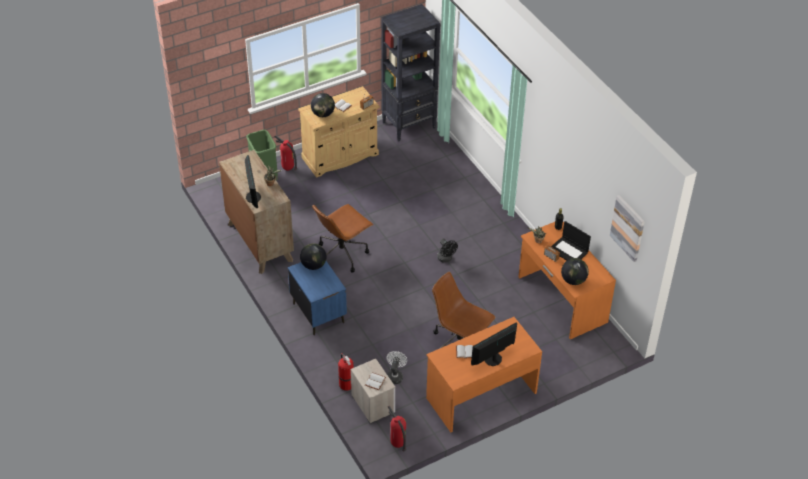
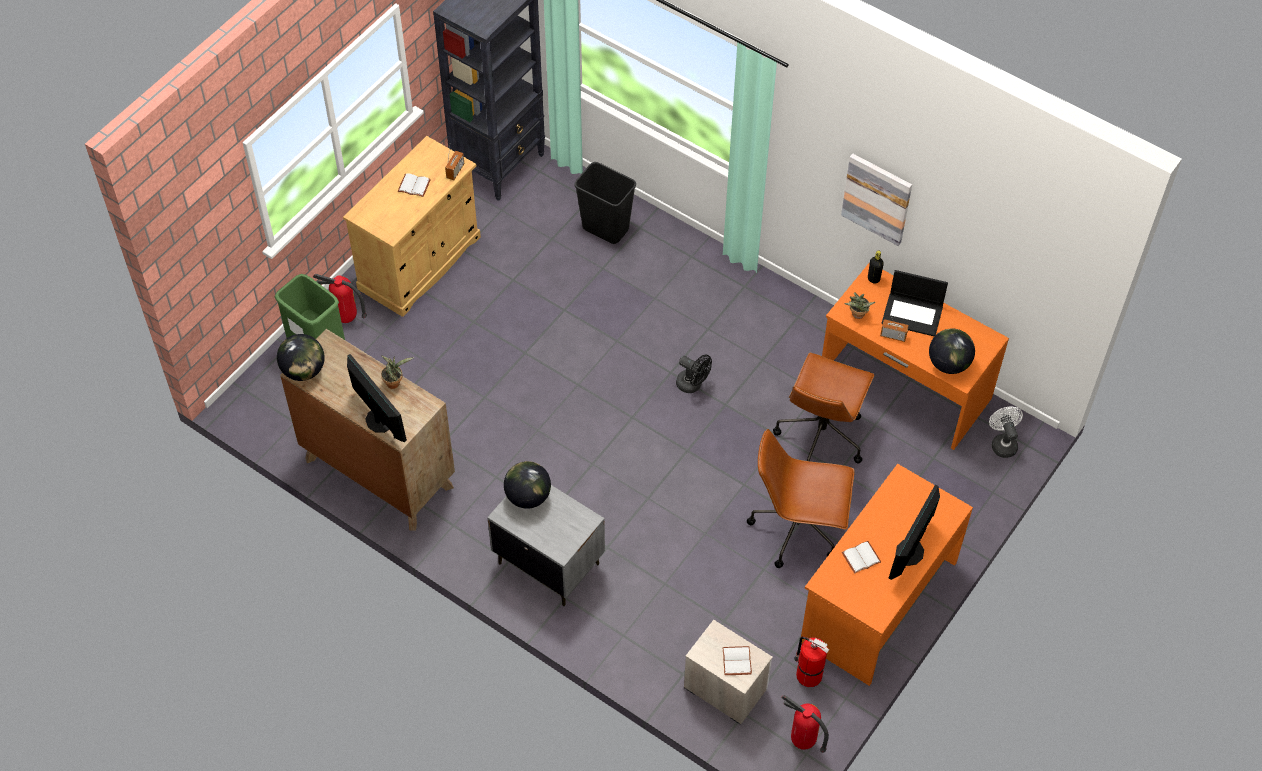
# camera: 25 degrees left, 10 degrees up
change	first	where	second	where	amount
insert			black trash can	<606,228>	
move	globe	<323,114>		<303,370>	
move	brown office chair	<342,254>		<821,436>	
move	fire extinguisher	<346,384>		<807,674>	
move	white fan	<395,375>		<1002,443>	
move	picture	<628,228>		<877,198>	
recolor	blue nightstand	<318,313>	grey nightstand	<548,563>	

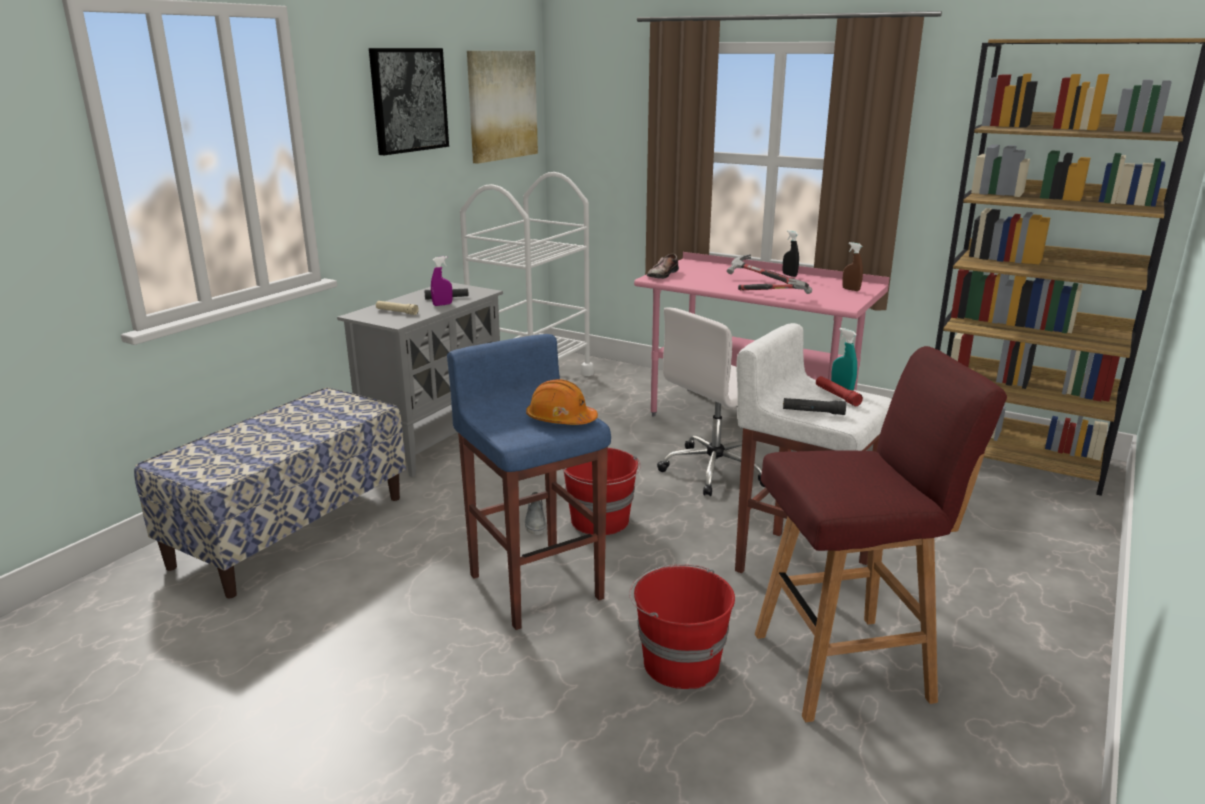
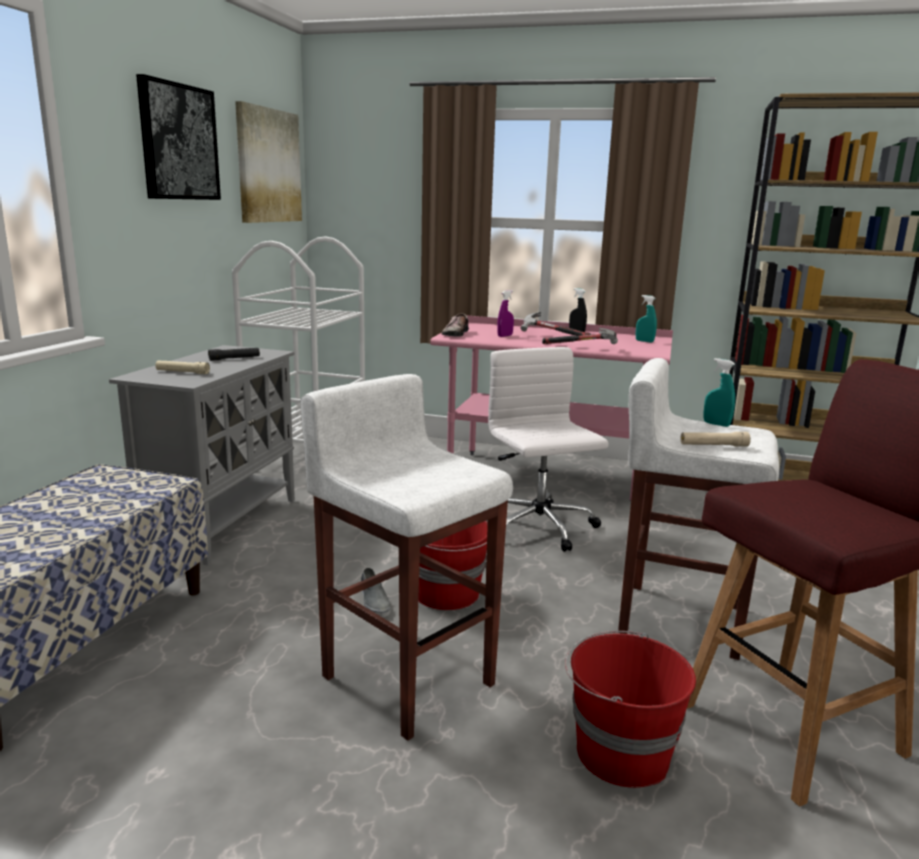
# camera: 15 degrees left, 5 degrees down
change	first	where	second	where	amount
delete	orange hard hat	<561,420>			
delete	red flashlight	<837,396>			
move	purple spray bottle	<442,304>		<505,336>	
recolor	blue stool	<536,585>	white stool	<407,678>	
recolor	black flashlight	<813,412>	beige flashlight	<713,445>	
recolor	brown spray bottle	<851,289>	turquoise spray bottle	<644,341>	
rotate	white office chair	<716,470>		<540,528>	120 degrees clockwise

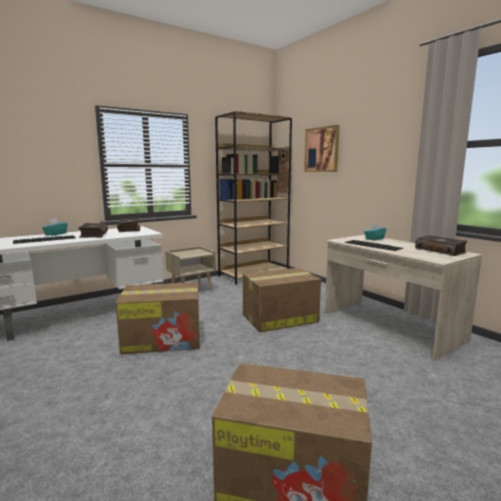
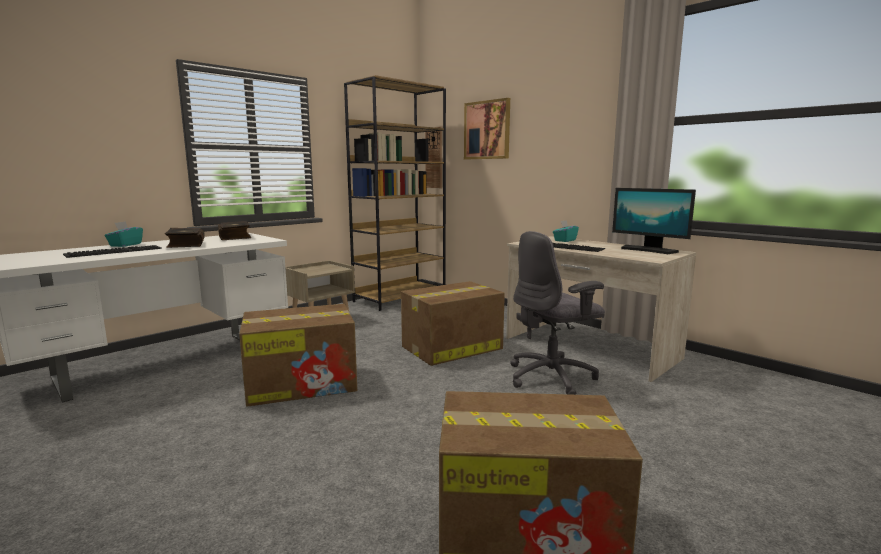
# camera: 10 degrees left, 0 degrees up
change	first	where	second	where	amount
insert			grey office chair	<552,377>	
replace	book	<440,250>	monitor	<648,250>	

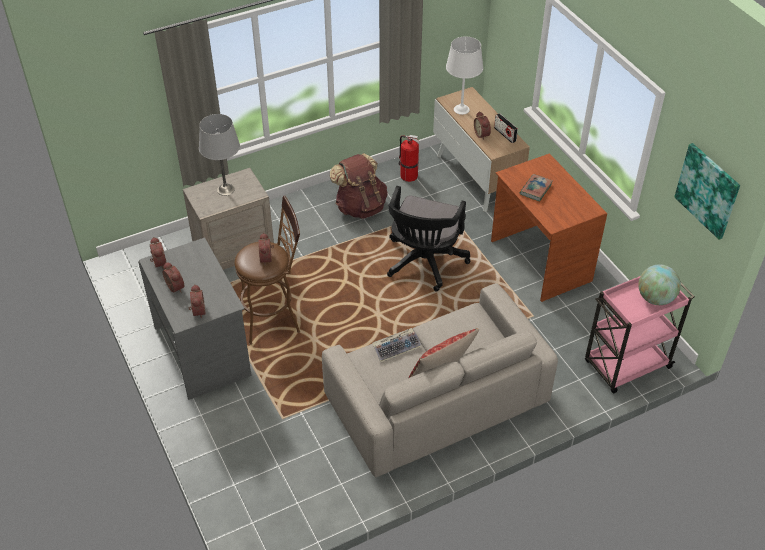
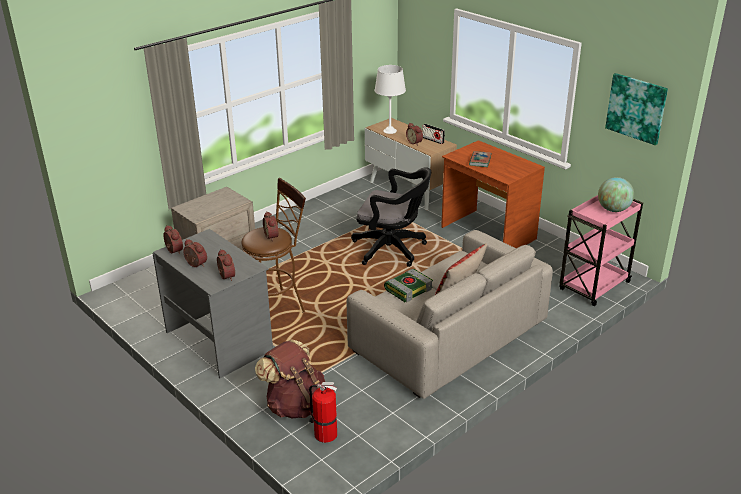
# camera: 15 degrees left, 15 degrees down
change	first	where	second	where	amount
delete	grey table lamp	<225,190>			
move	brown backpack	<360,207>		<295,405>	
move	fire extinguisher	<408,175>		<324,434>	
replace	keyboard	<396,347>	book	<408,289>	
rotate	black office chair	<424,264>		<392,250>	75 degrees counterclockwise

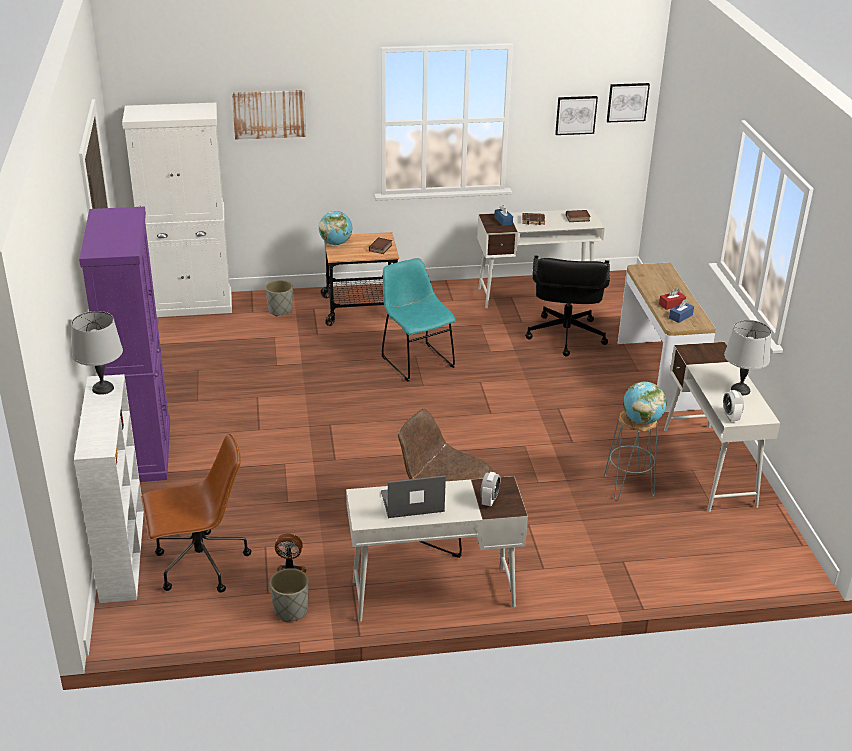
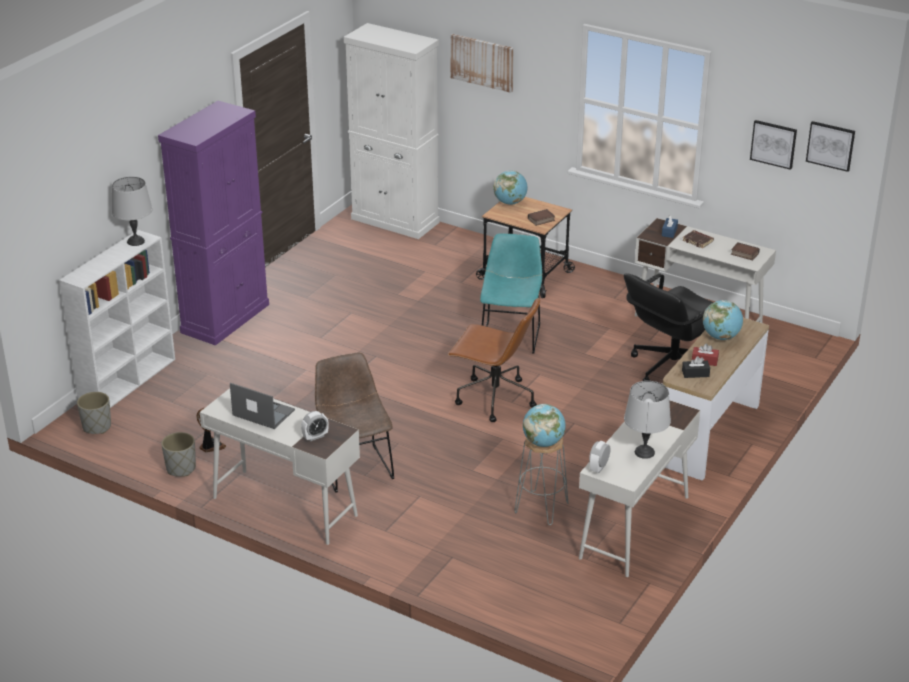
# camera: 40 degrees right, 0 degrees up
change	first	where	second	where	amount
insert			globe	<721,337>	
move	brown office chair	<199,565>		<494,399>	
move	grey planter	<280,310>		<97,427>	
recolor	blue tissue box	<680,316>	black tissue box	<695,373>	

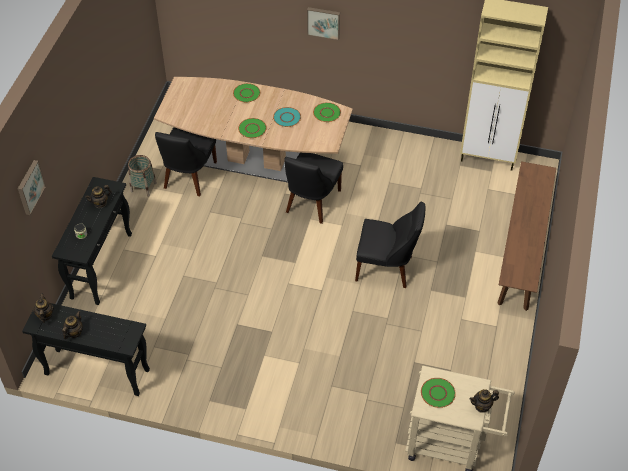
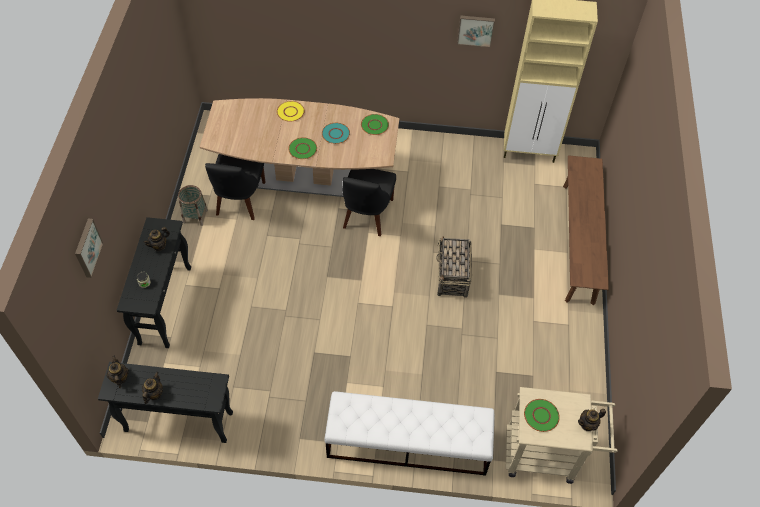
# camera: 10 degrees left, 5 degrees up
change	first	where	second	where	amount
insert			white bench	<407,443>	
move	picture	<323,22>		<475,30>	
replace	black chair	<387,268>	basket	<452,276>	
recolor	green plate	<246,93>	yellow plate	<290,112>	

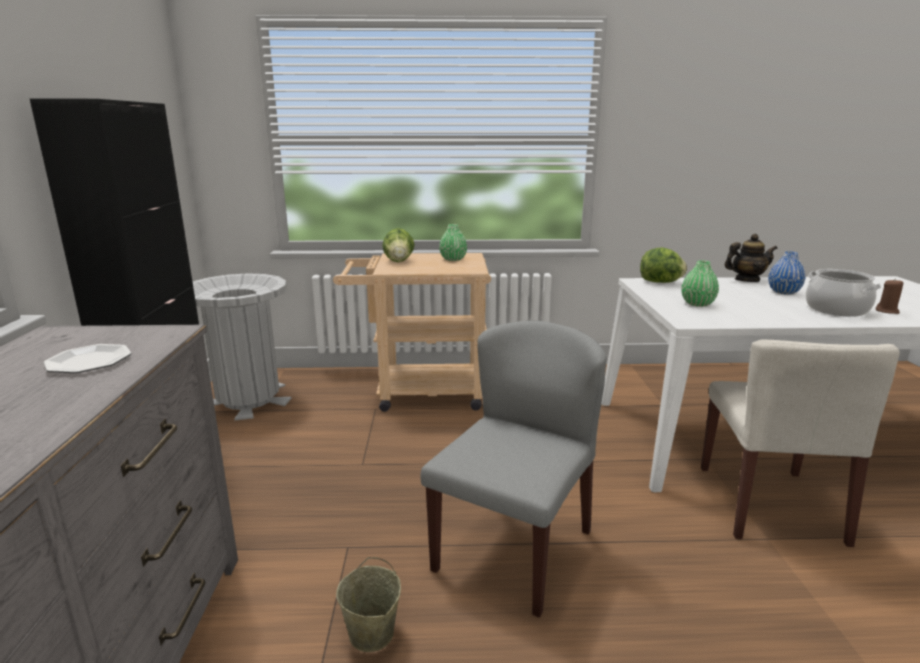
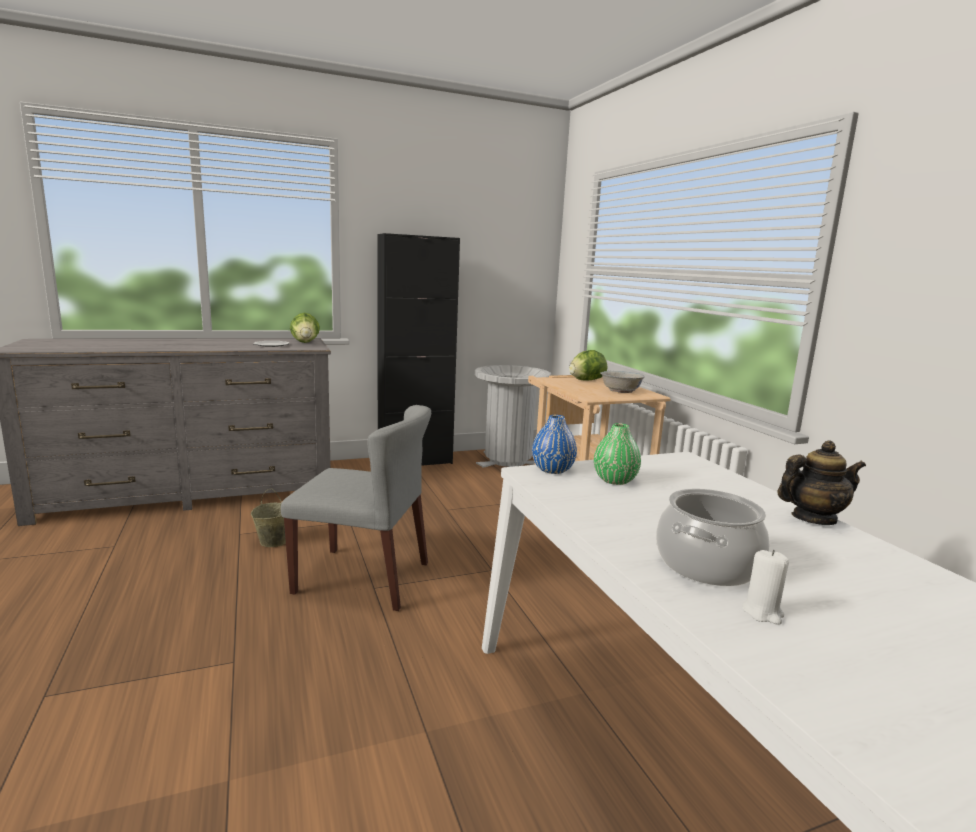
# camera: 70 degrees right, 5 degrees down
change	first	where	second	where	amount
delete	beige chair	<770,504>			
move	lettuce	<661,282>		<305,342>	
move	blue vase	<783,292>		<552,470>	
replace	green vase	<453,259>	white bowl	<620,391>	
recolor	brown candle	<887,311>	white candle	<762,612>	
rotate	teapot	<746,280>		<813,518>	75 degrees counterclockwise

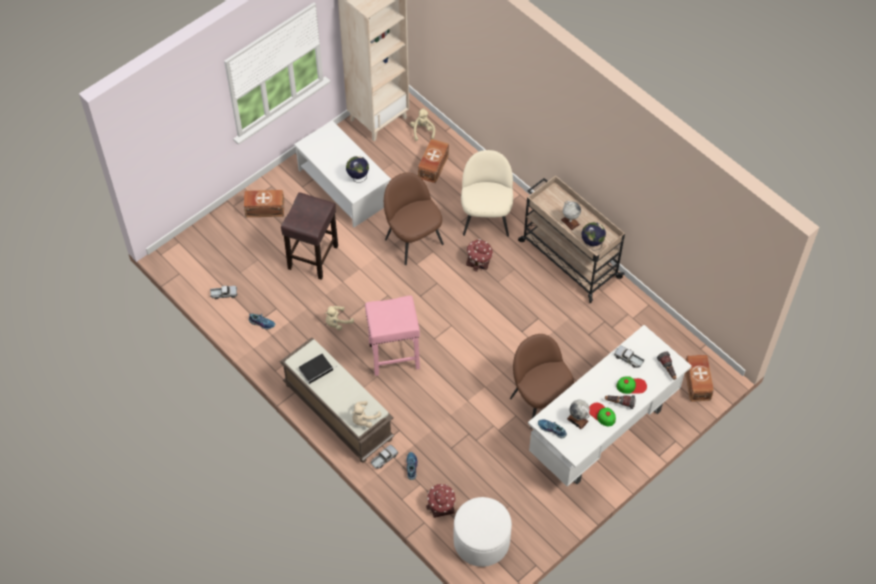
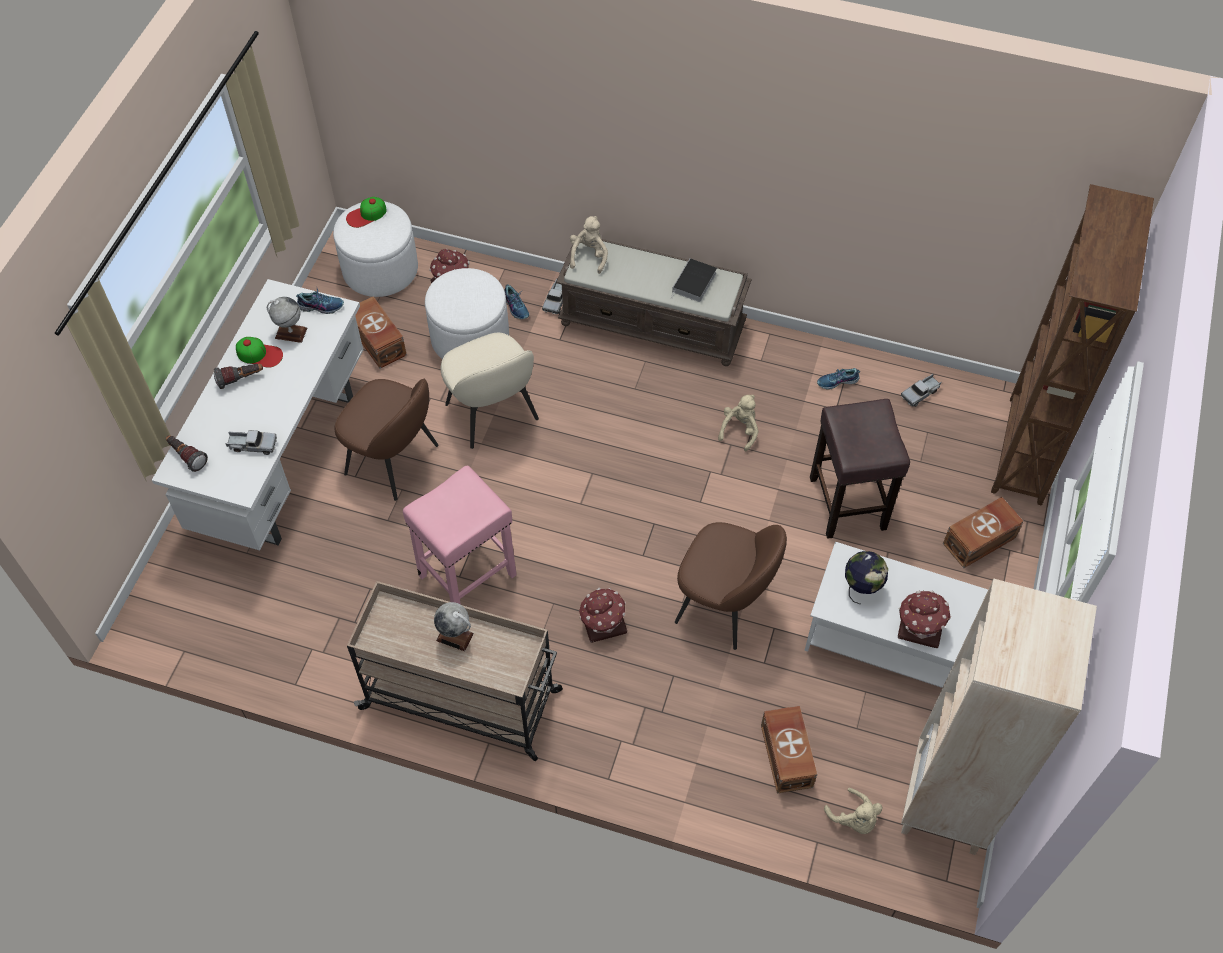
# camera: 150 degrees right, 0 degrees up
change	first	where	second	where	amount
delete	globe	<591,244>			
insert			white ottoman	<470,338>	
insert			toy house	<919,627>	
insert			brown bookcase	<1023,451>	
move	pink stool	<393,356>		<468,574>	
move	beige chair	<486,219>		<493,414>	
move	cap	<631,386>		<366,215>	
move	brown storage box	<697,382>		<378,342>	

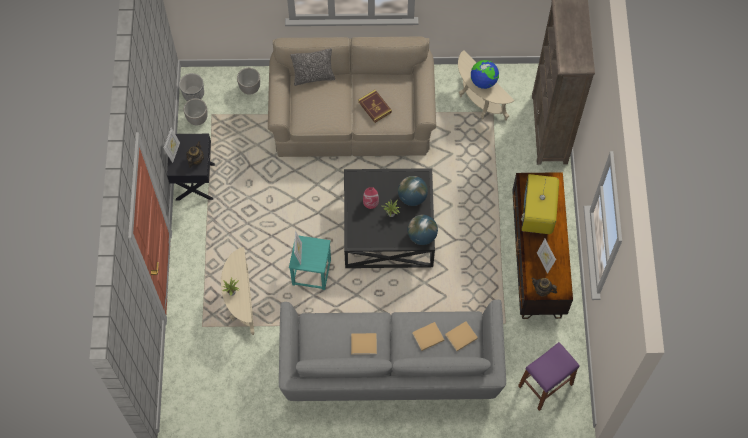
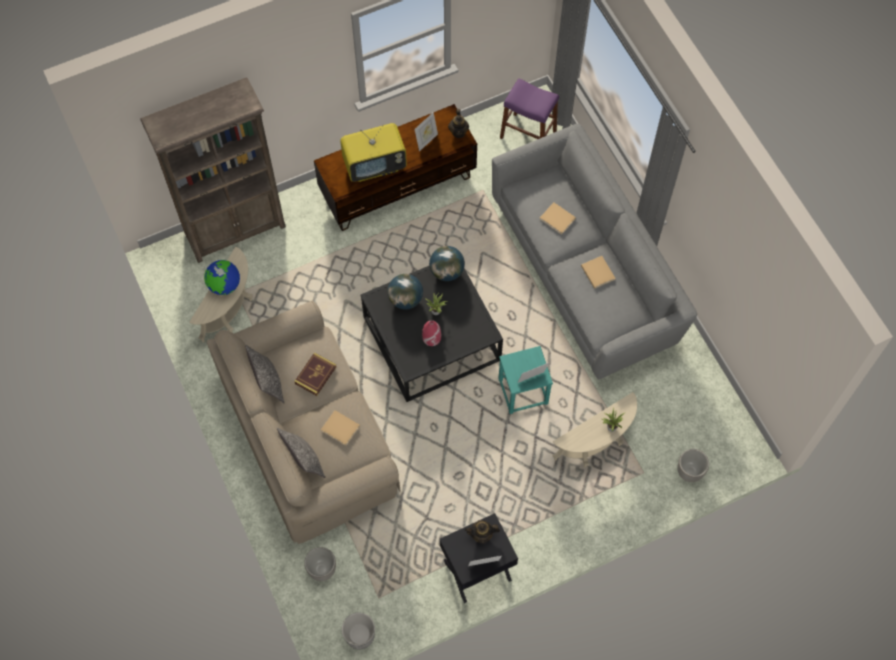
# camera: 115 degrees left, 0 degrees up
change	first	where	second	where	amount
insert			pillow	<268,383>	
move	planter	<197,119>		<689,472>	
move	beige book	<460,337>		<341,429>	

